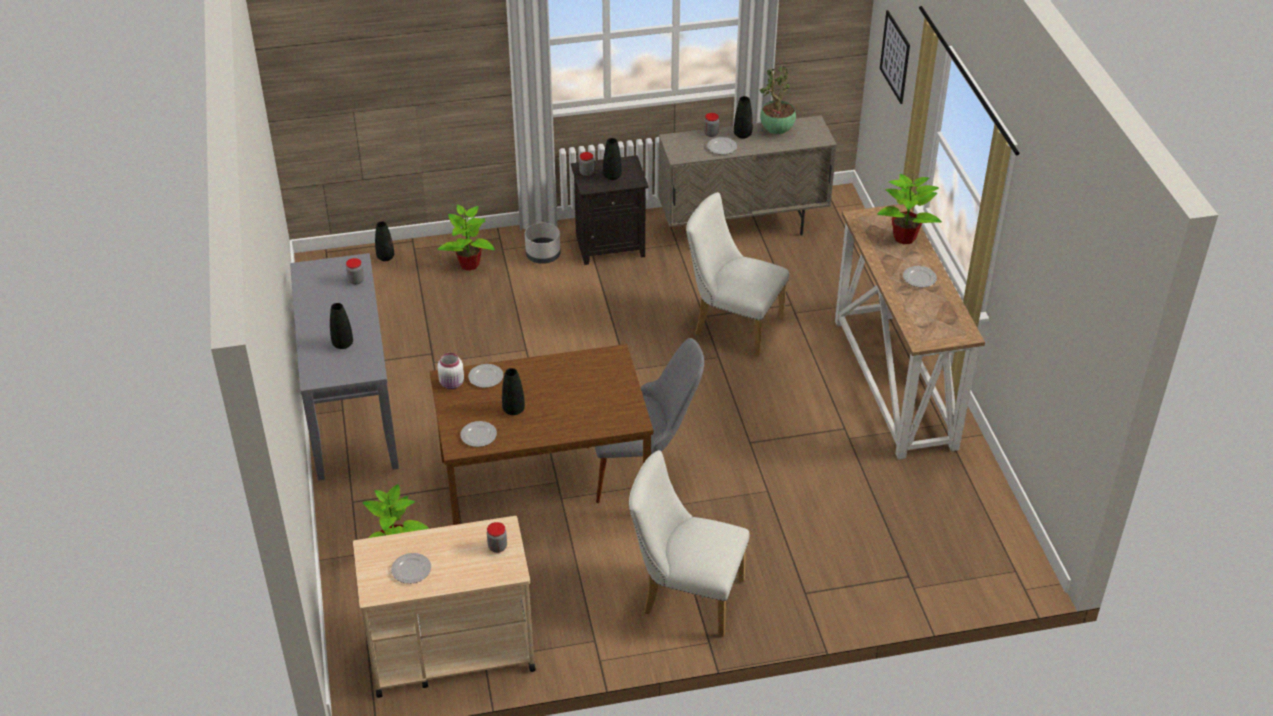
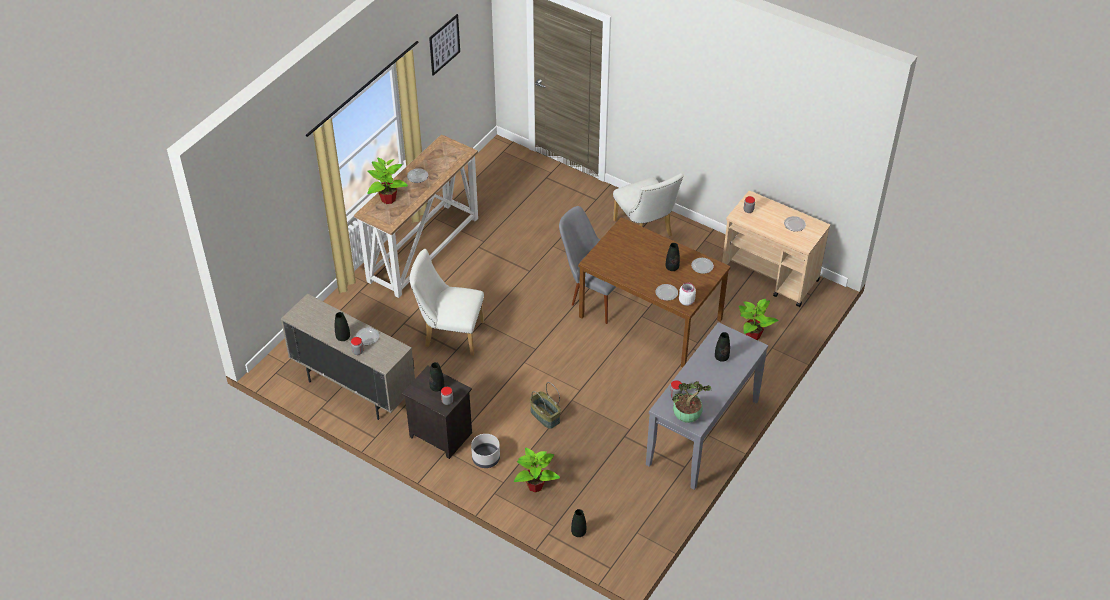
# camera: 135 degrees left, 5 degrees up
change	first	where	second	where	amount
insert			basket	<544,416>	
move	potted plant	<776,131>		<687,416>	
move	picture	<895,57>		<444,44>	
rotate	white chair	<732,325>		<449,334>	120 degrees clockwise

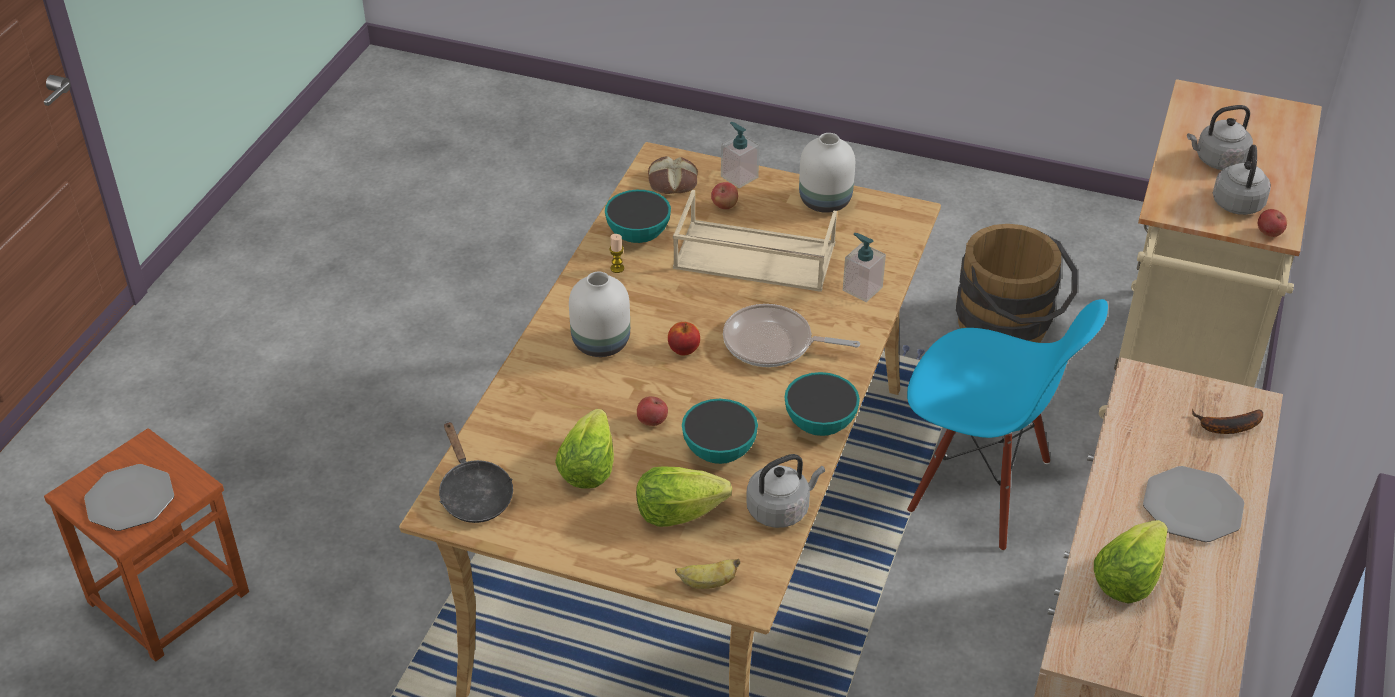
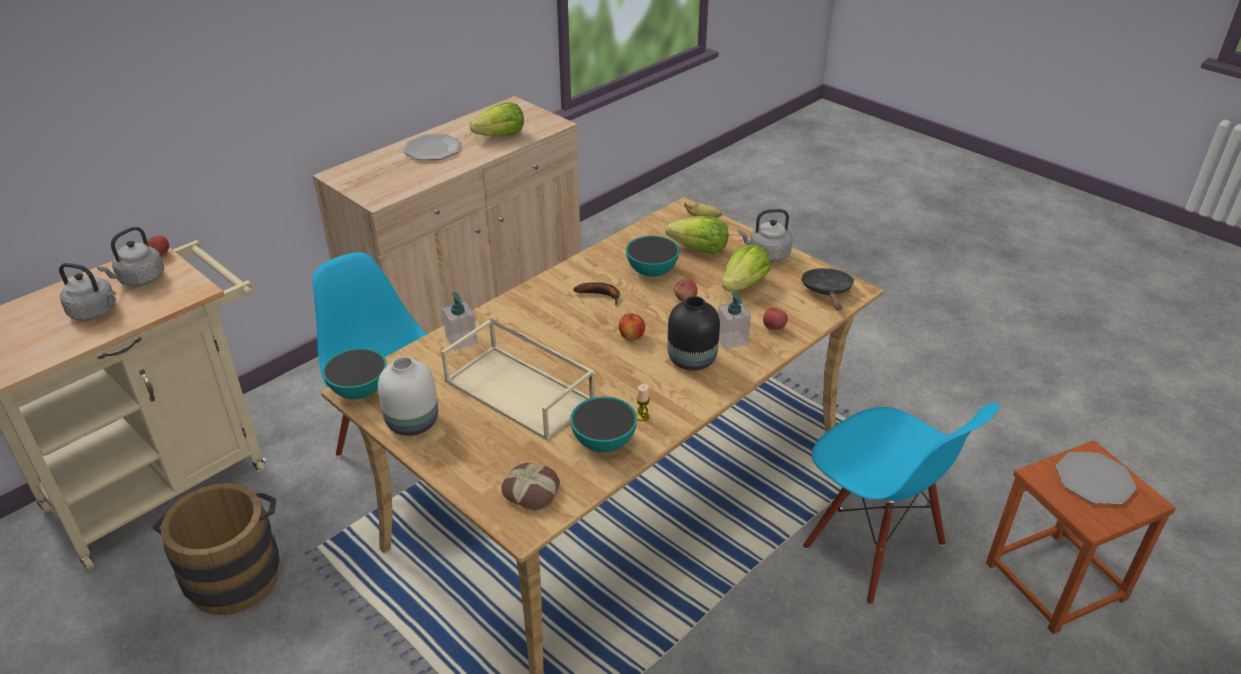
# camera: 155 degrees left, 5 degrees down
change	first	where	second	where	amount
delete	frying pan	<773,344>			
insert			blue chair	<873,547>	
move	apple	<724,206>		<774,328>	
move	soap dispenser	<739,177>		<732,340>	
move	grey kettle	<781,509>		<766,255>	
move	bowl	<820,424>		<359,391>	
move	banana	<1226,427>		<601,295>	
recolor	white vase	<600,344>	black vase	<693,359>	

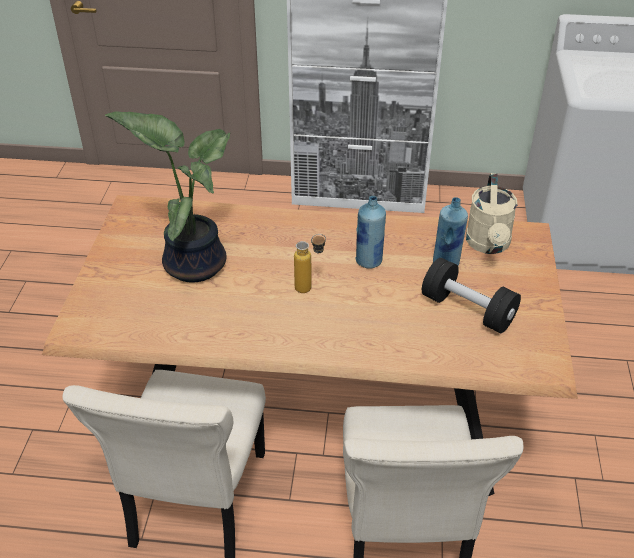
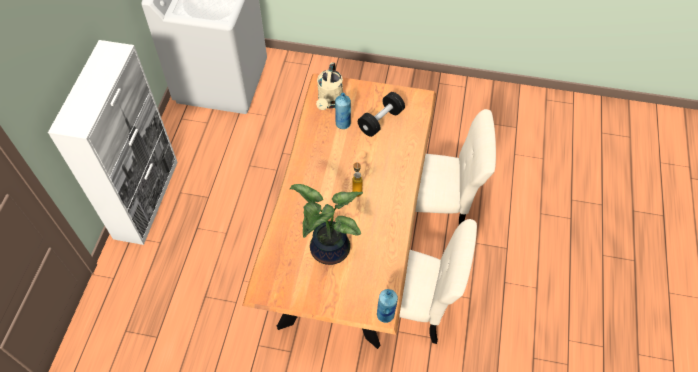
# camera: 85 degrees left, 15 degrees up
change	first	where	second	where	amount
move	blue bottle	<369,261>		<386,314>	
rotate	beige watering can	<488,245>		<329,102>	90 degrees clockwise

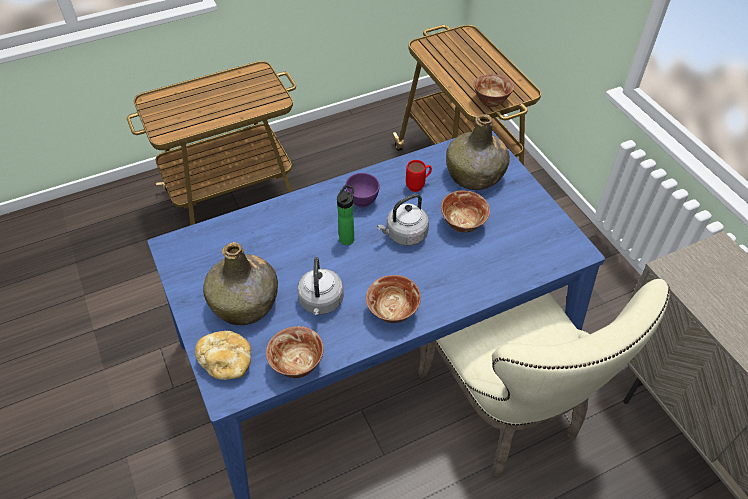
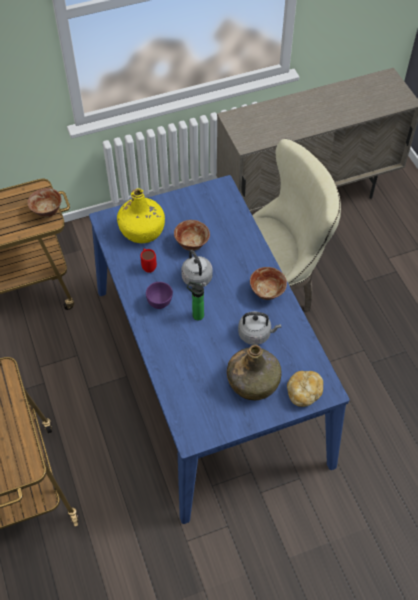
# camera: 85 degrees left, 5 degrees up
change	first	where	second	where	amount
delete	bowl	<297,365>			
recolor	green bottle	<475,175>	yellow bottle	<142,230>	

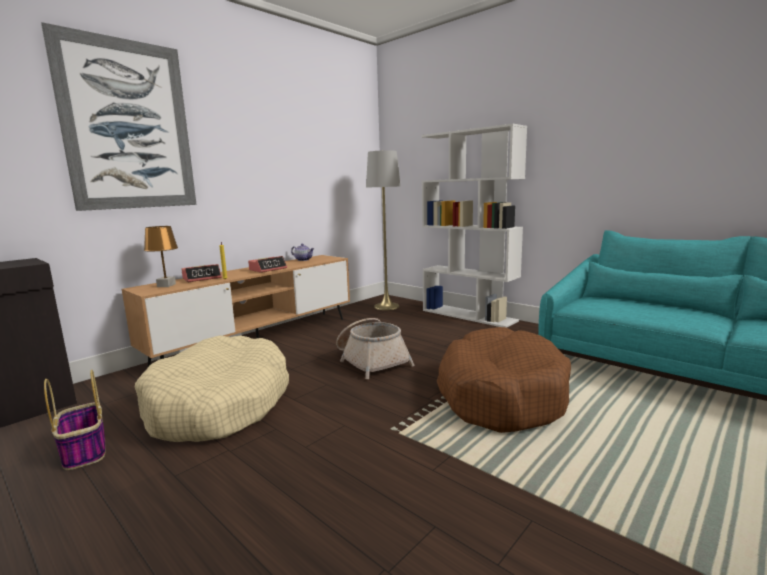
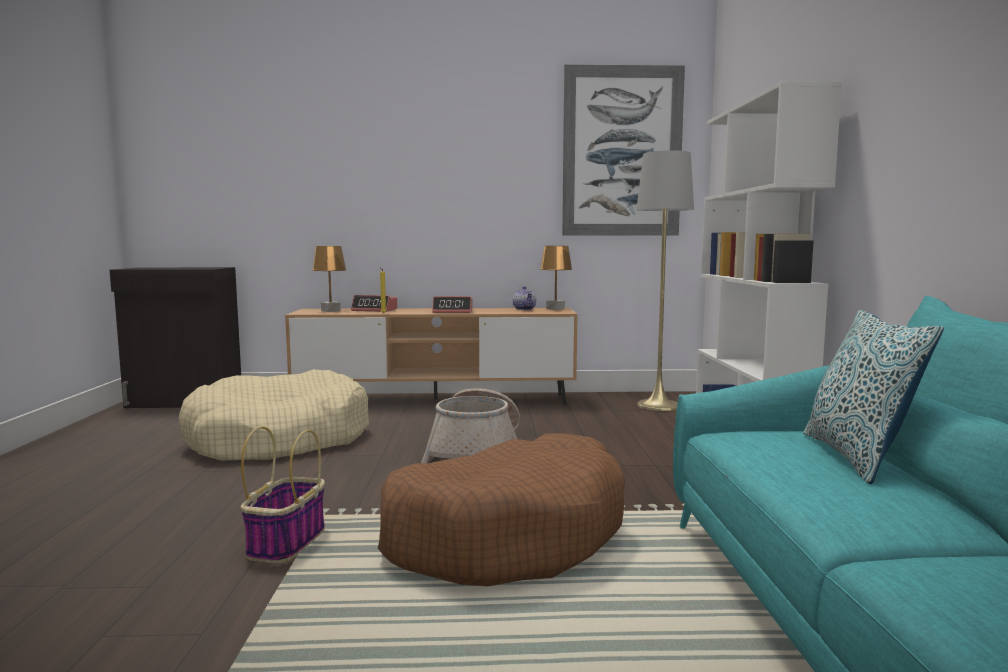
# camera: 45 degrees right, 5 degrees down
change	first	where	second	where	amount
insert			brown table lamp	<555,309>	
insert			pillow	<857,457>	
move	picture	<128,126>		<622,152>	
move	basket	<84,451>		<287,542>	

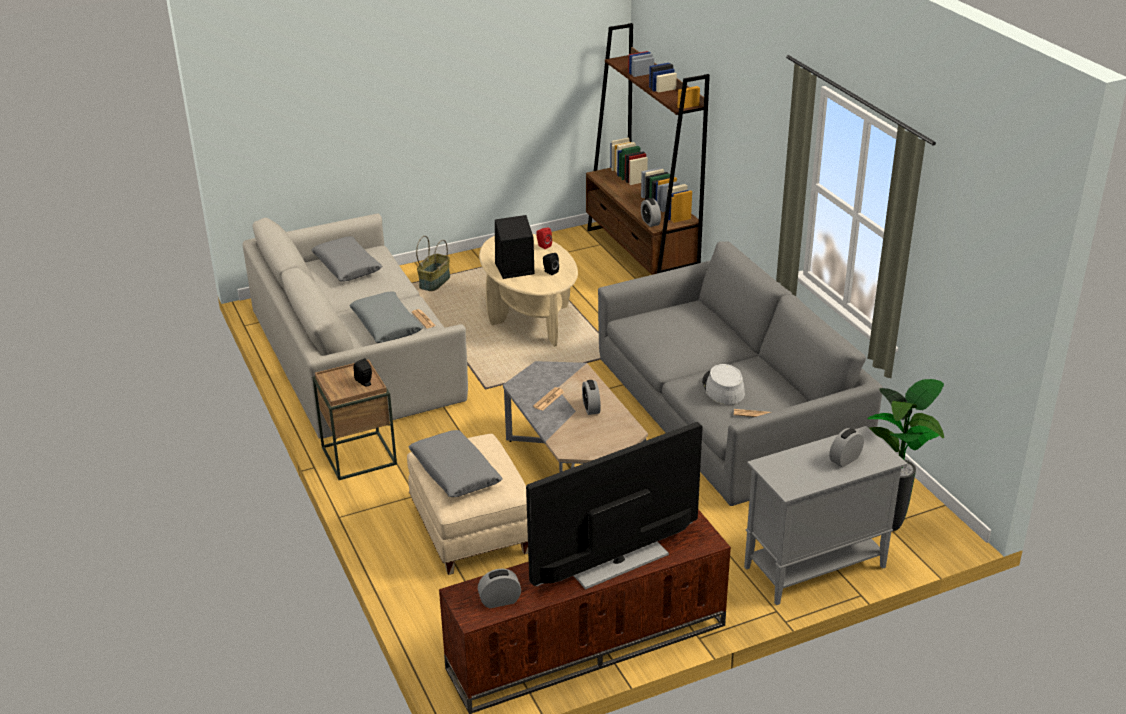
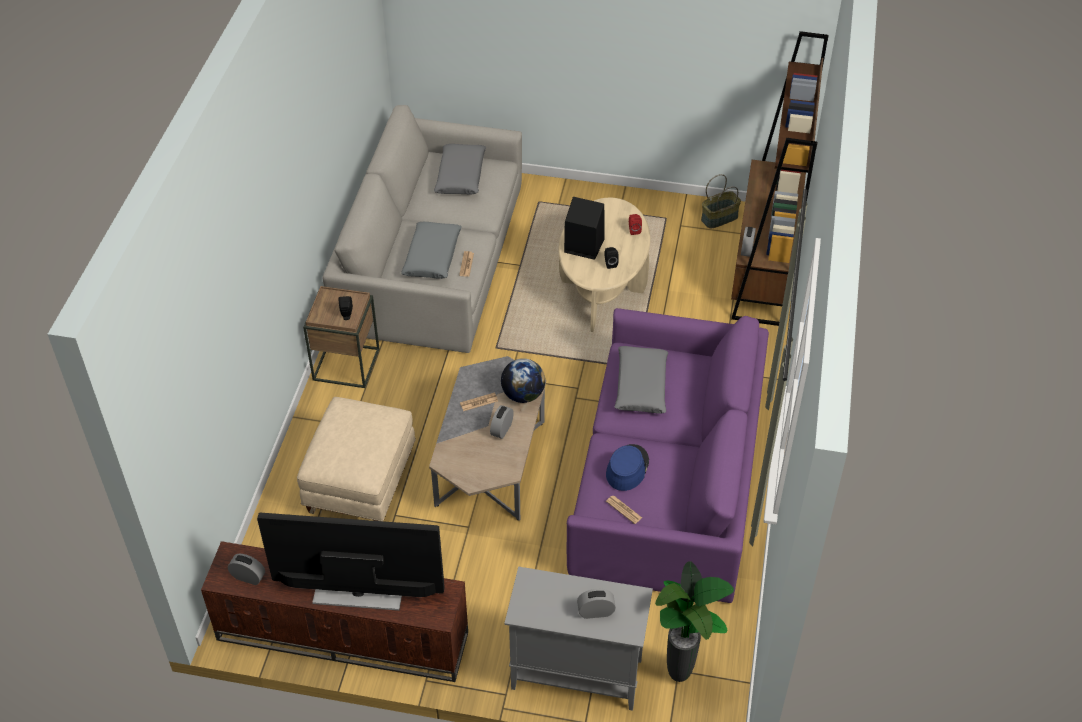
# camera: 35 degrees right, 15 degrees up
change	first	where	second	where	amount
insert			globe	<523,395>	
move	grey pillow	<455,472>		<640,386>	
move	basket	<434,282>		<719,218>	
recolor	grey sofa	<728,410>	purple sofa	<668,478>	
recolor	grey hat	<723,388>	blue hat	<627,468>	

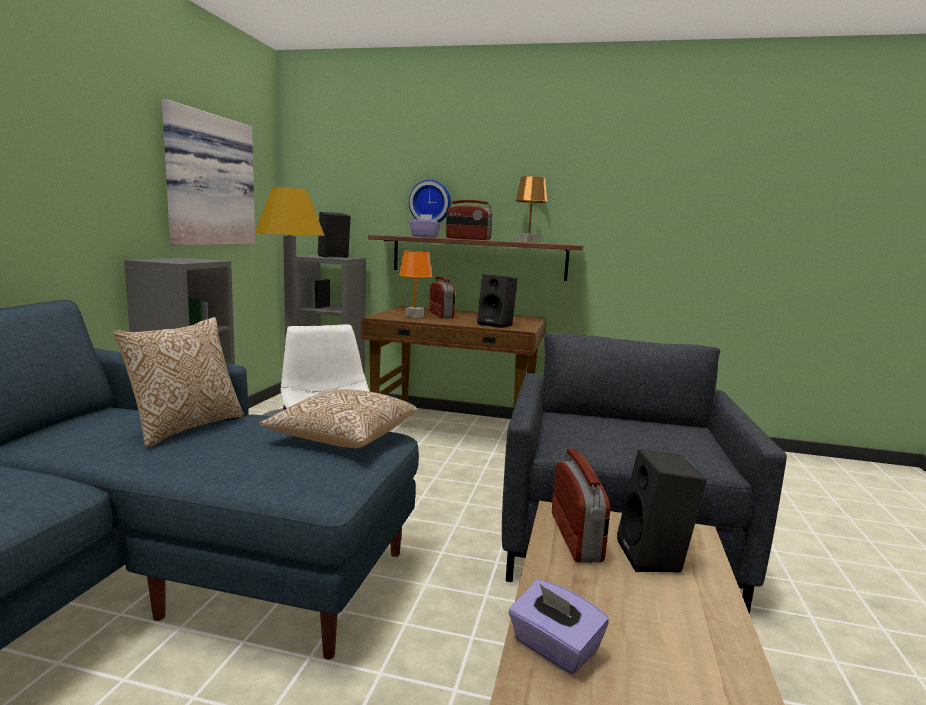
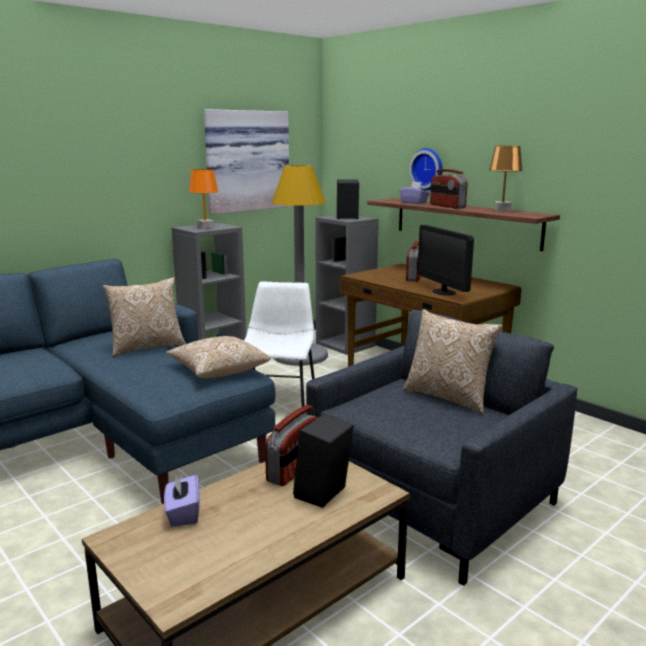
# camera: 35 degrees right, 5 degrees up
change	first	where	second	where	amount
insert			pillow	<448,397>	
move	orange table lamp	<414,316>		<205,228>	
replace	black speaker	<497,324>	monitor	<444,292>	

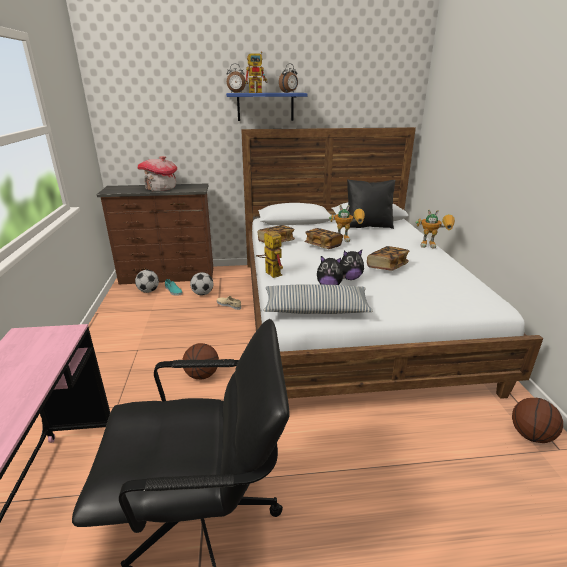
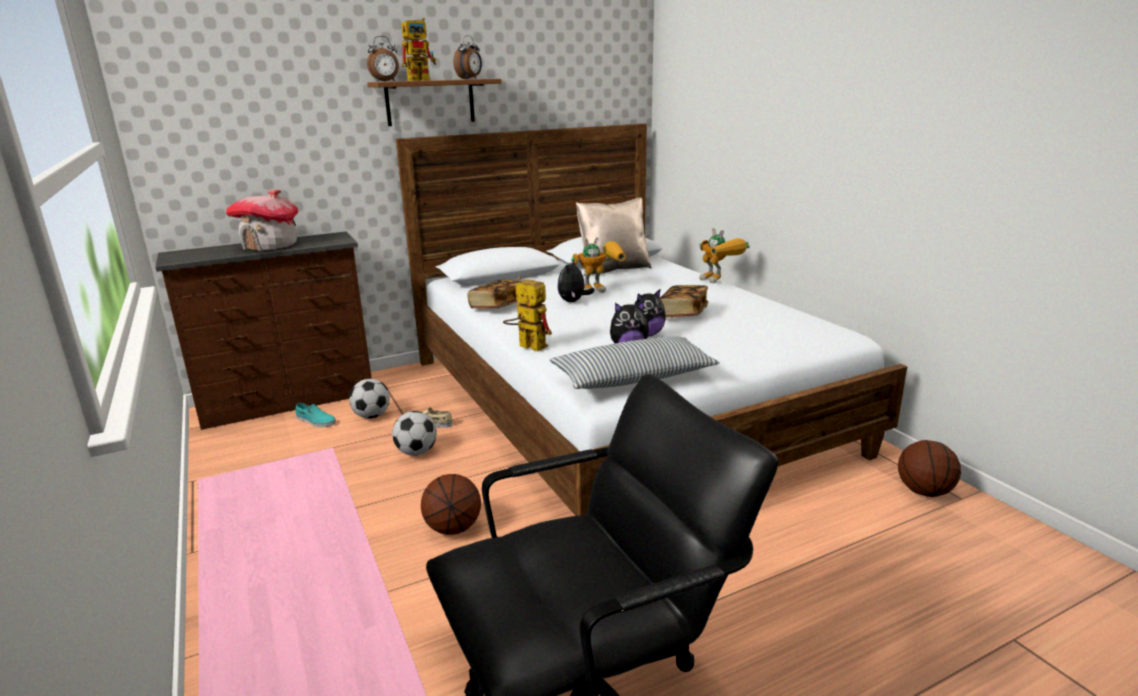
# camera: 20 degrees left, 5 degrees down
change	first	where	second	where	amount
move	football	<148,291>		<416,452>	
replace	book	<323,246>	plush toy	<573,301>	
recolor	blue shelf	<265,107>	brown shelf	<430,102>	
recolor	black pillow	<368,226>	beige pillow	<613,269>	
rotate	toy robot	<434,245>		<720,281>	60 degrees clockwise

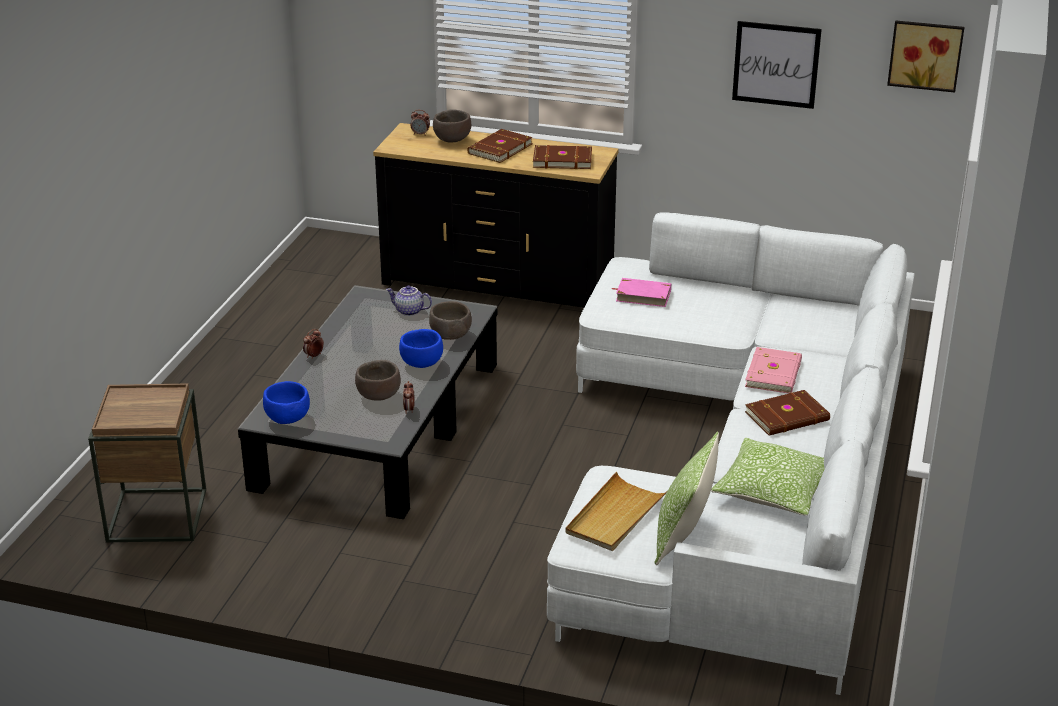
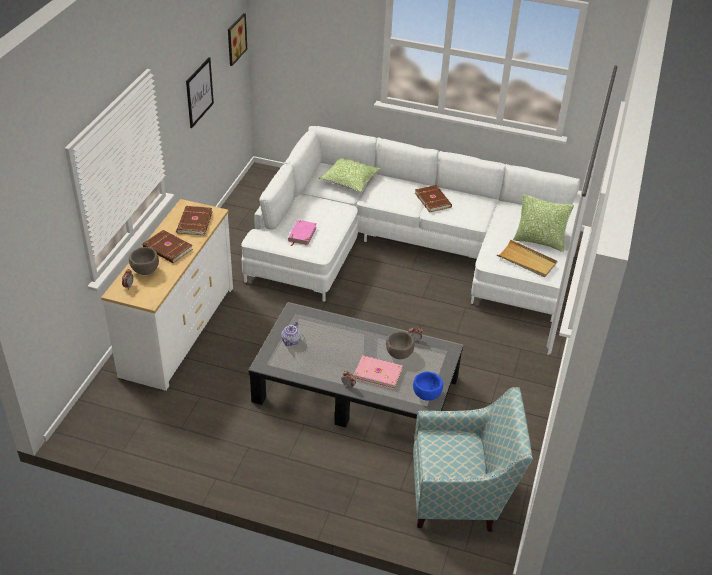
# camera: 90 degrees left, 10 degrees up
change	first	where	second	where	amount
delete	blue bowl	<422,364>			
delete	brown bowl	<450,336>			
move	pillow	<773,491>		<350,180>	
move	pink book	<774,373>		<378,373>	
replace	brown side table	<156,515>	armchair	<462,495>	
recolor	black dresser	<497,283>	white dresser	<177,331>	

